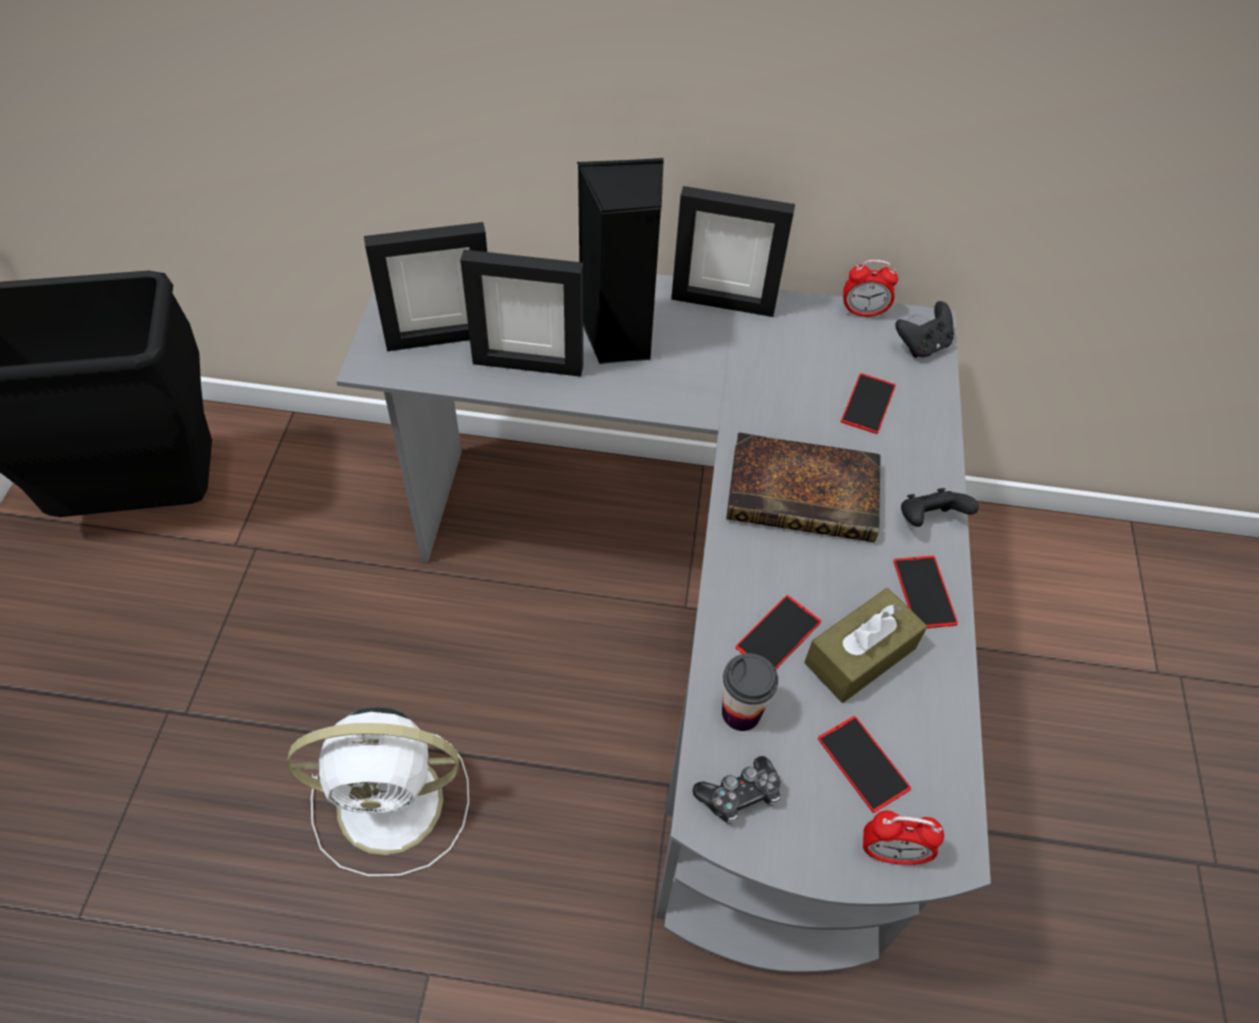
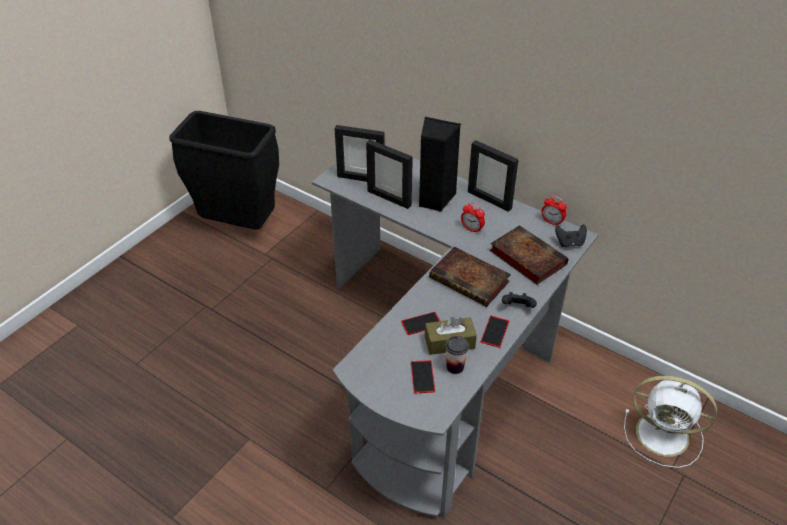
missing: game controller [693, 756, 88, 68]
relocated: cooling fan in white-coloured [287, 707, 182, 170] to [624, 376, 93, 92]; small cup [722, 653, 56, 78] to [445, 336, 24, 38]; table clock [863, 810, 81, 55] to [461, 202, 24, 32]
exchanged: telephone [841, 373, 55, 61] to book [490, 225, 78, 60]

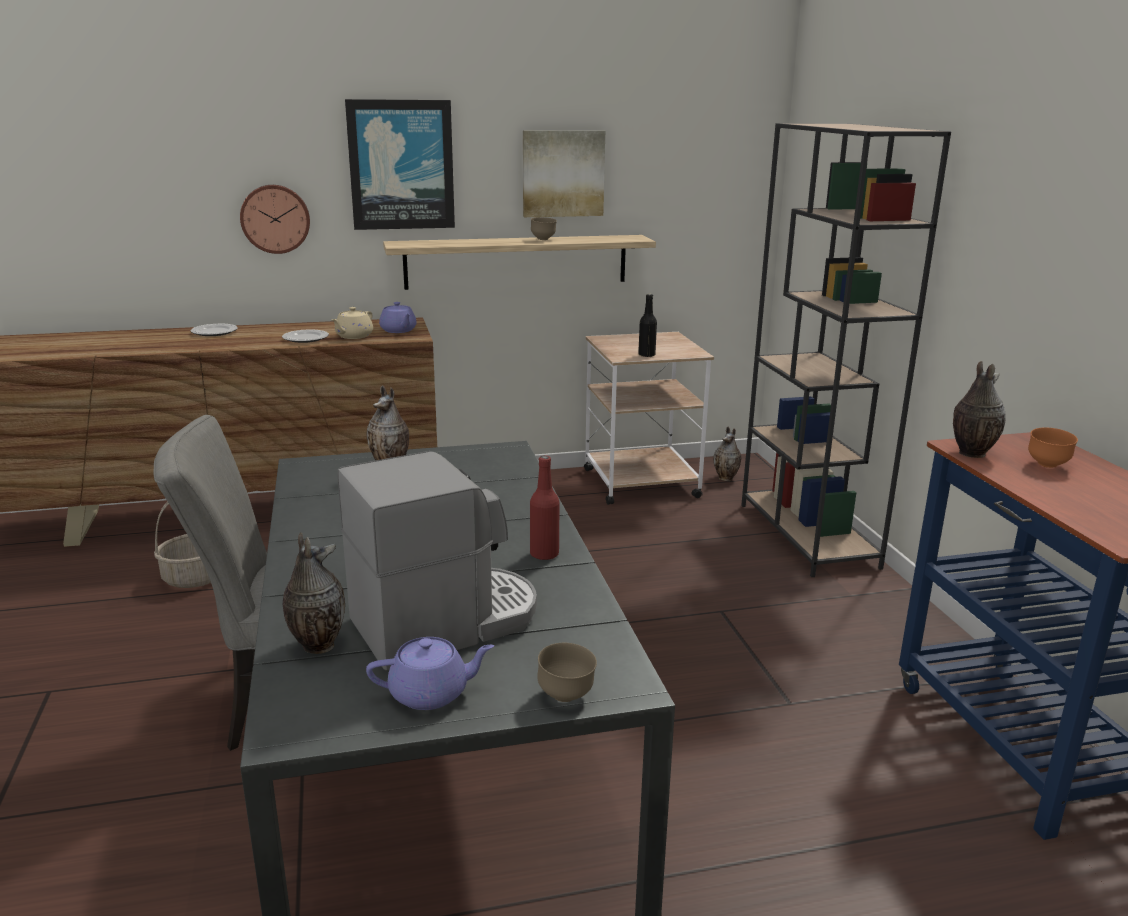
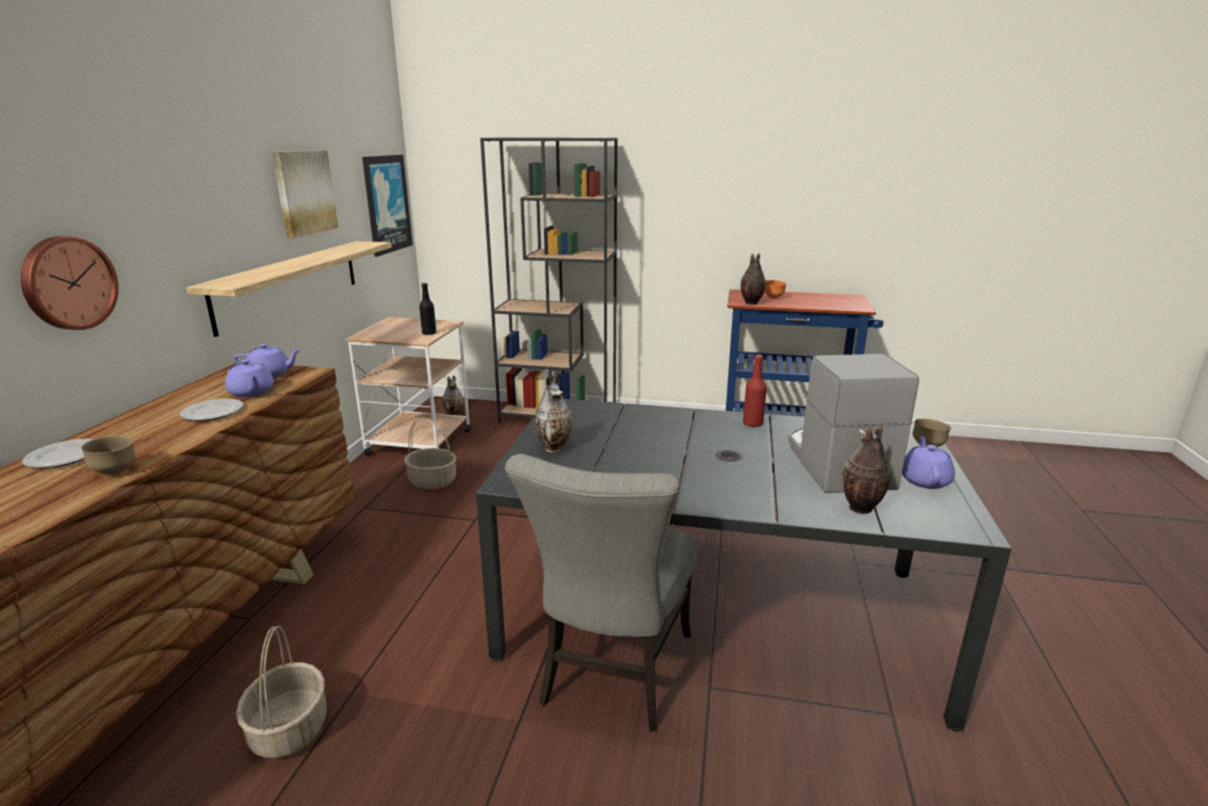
appeared: household basket [404, 418, 52, 71]
relocated: picture [345, 99, 110, 131] to [362, 155, 51, 102]; bowl in brown-coloured [531, 217, 26, 23] to [81, 436, 54, 40]
colour: teapot in beige [332, 307, 41, 32] to teapot in purple-coloured [225, 360, 49, 37]

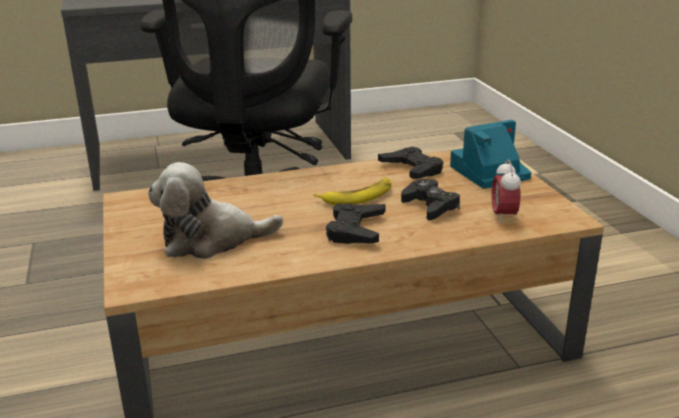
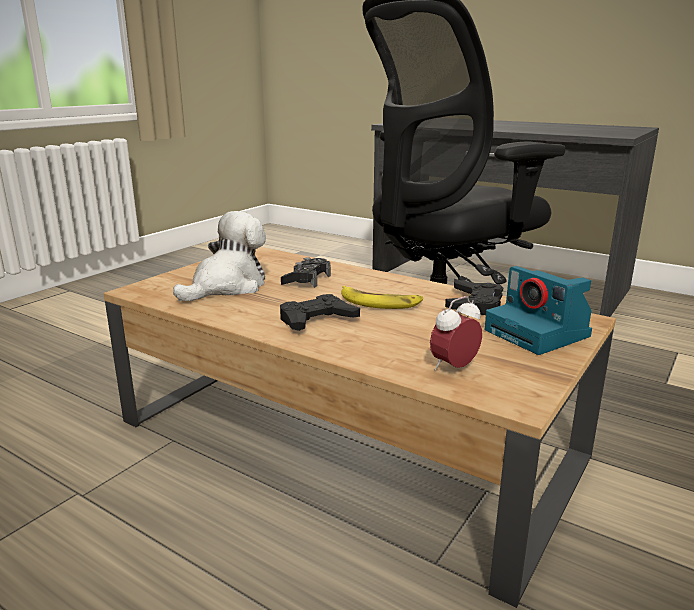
relocated: game controller in black-coloured [401, 179, 59, 41] to [281, 257, 50, 31]
spun: cuddly toy [148, 162, 135, 97] = [173, 211, 93, 90] 90 degrees clockwise; still camera [450, 120, 81, 69] = [485, 266, 107, 89] 150 degrees counterclockwise

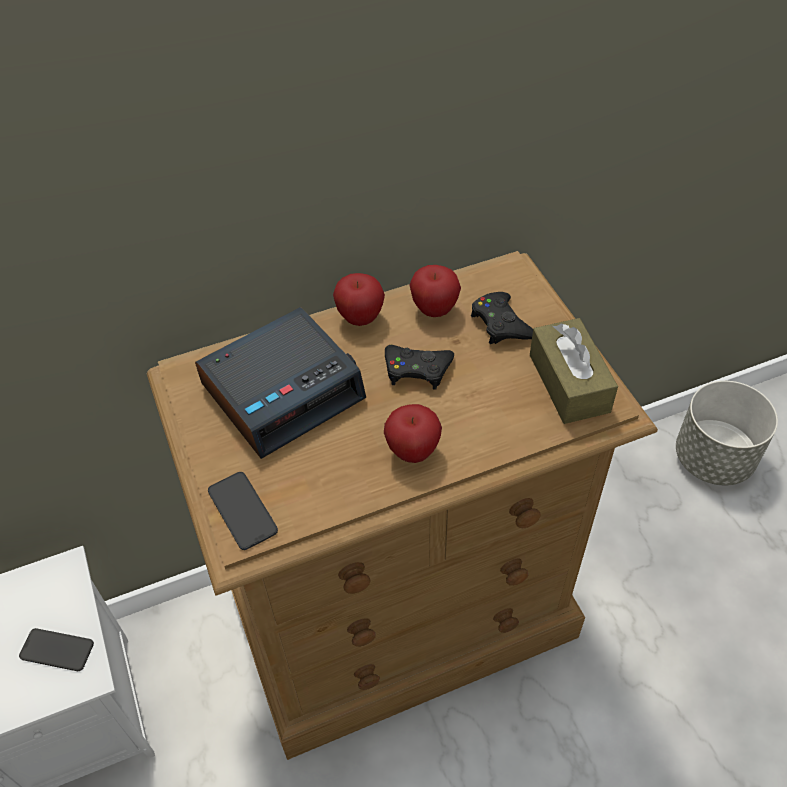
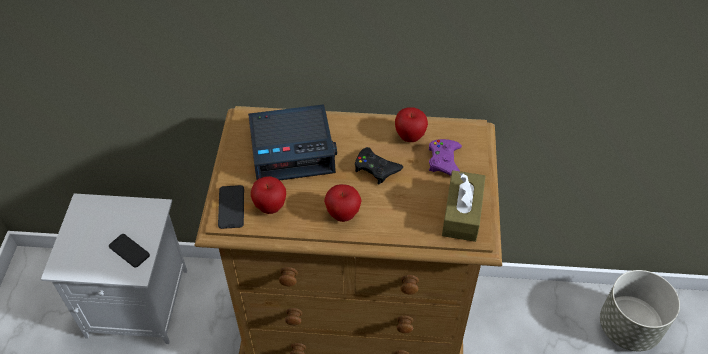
relocated: whole apple [333, 273, 52, 53] to [251, 176, 35, 38]
colour: game controller in black-coloured [471, 292, 62, 52] to game controller in purple-coloured [429, 139, 33, 37]

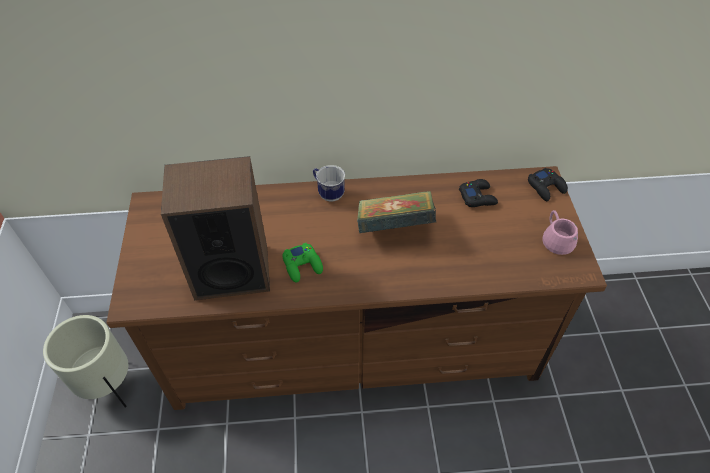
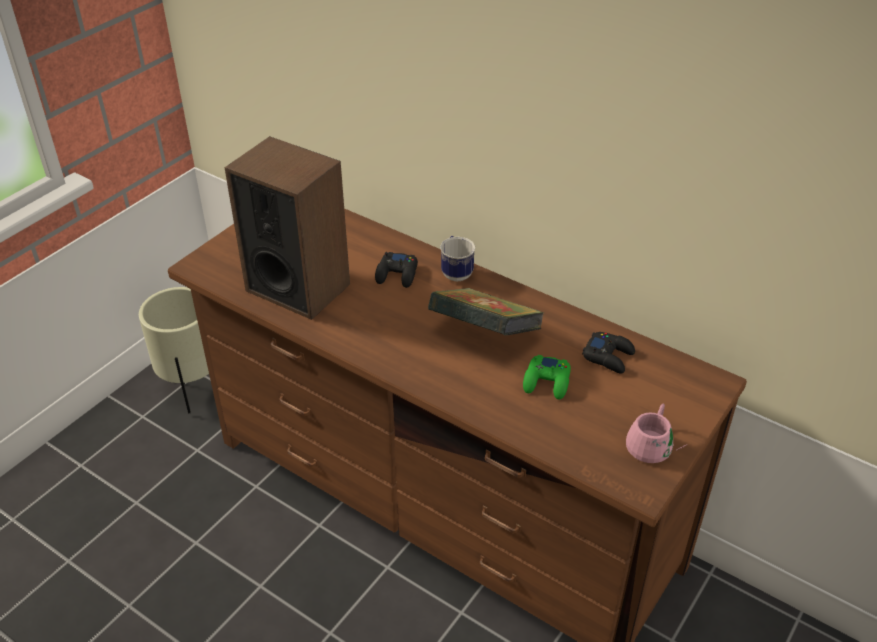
relocated: game controller in green [282, 243, 41, 40] to [523, 355, 48, 45]; game controller in black-coloured [528, 168, 40, 33] to [375, 252, 43, 36]

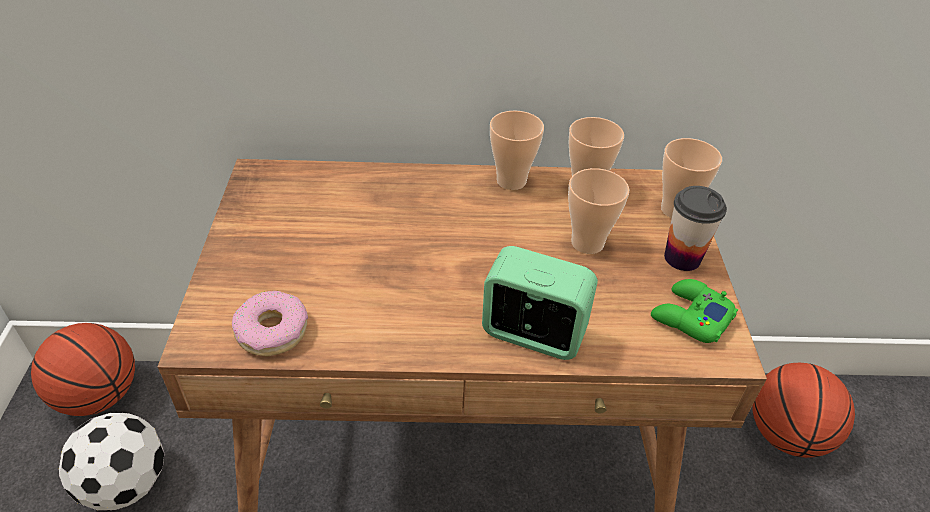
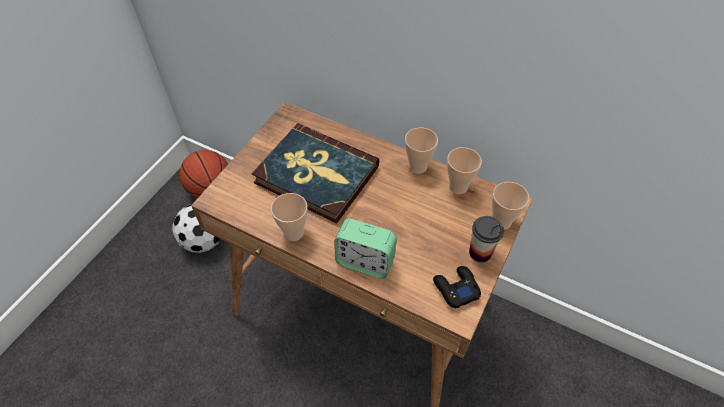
missing: doughnut [232, 291, 76, 65]; basketball ball [753, 363, 102, 95]
appeared: book [252, 123, 128, 101]
relocated: small cup [568, 168, 62, 86] to [271, 193, 36, 48]
colour: game controller in green [651, 279, 87, 64] to game controller in black-coloured [433, 266, 48, 43]
spun: table clock [482, 246, 116, 114] = [335, 218, 62, 61] 150 degrees clockwise

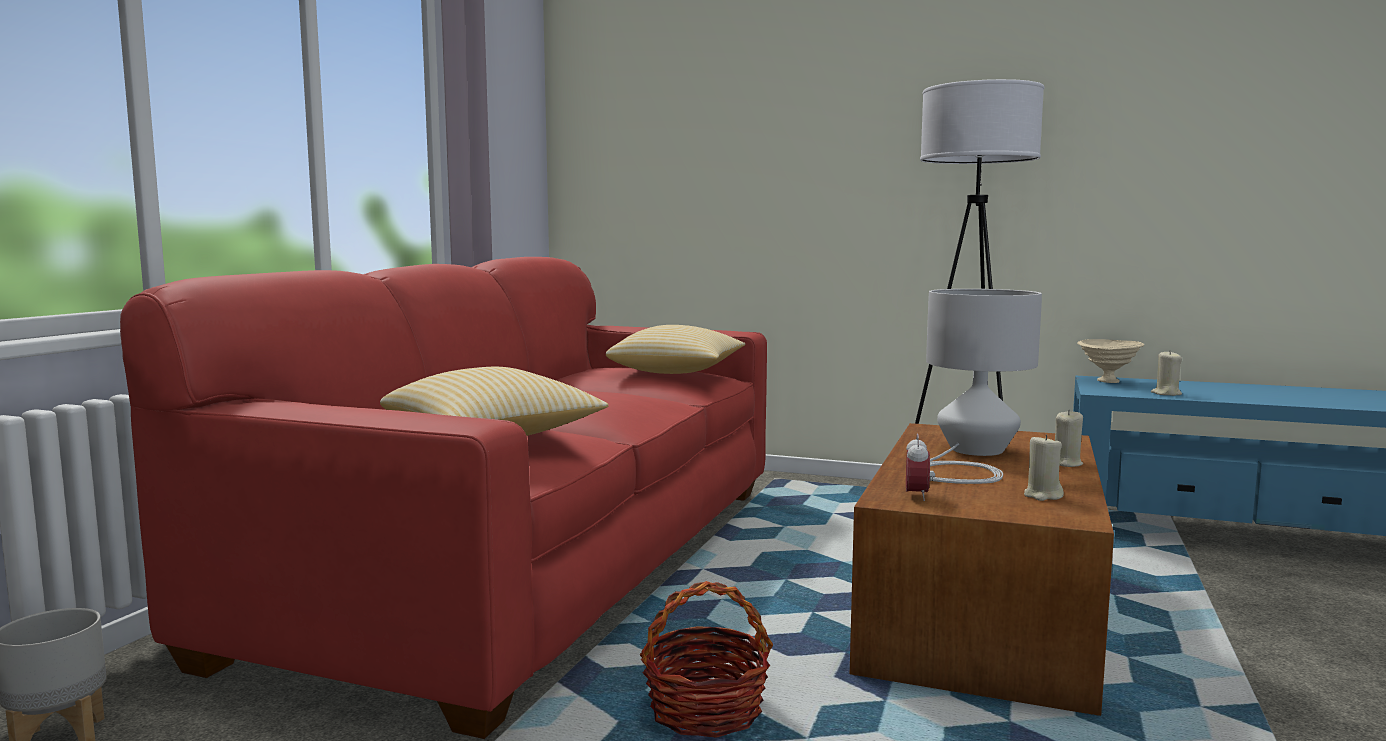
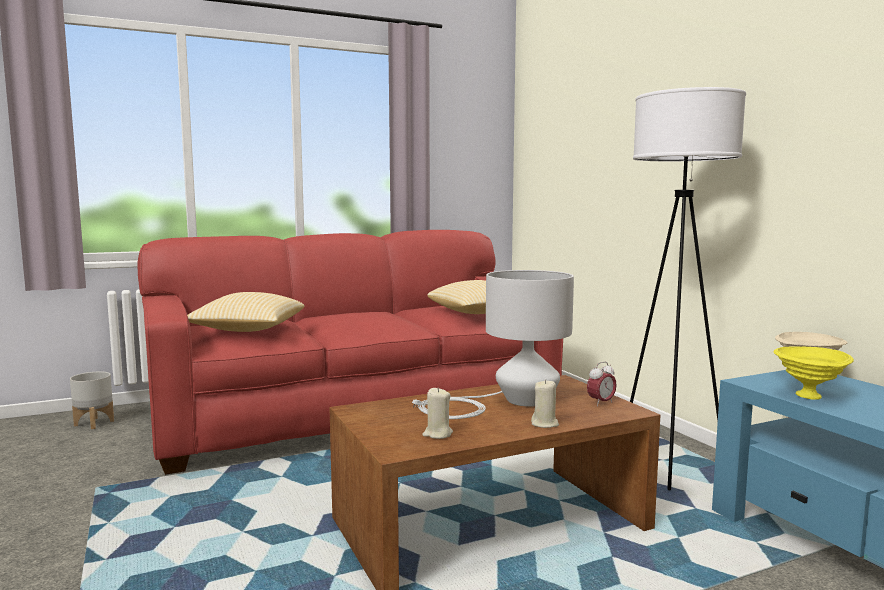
missing: household basket [640, 581, 133, 157]
relocated: table clock [906, 434, 24, 67] to [587, 362, 30, 44]
exchanged: wax candle in beige [1151, 350, 31, 46] to bowl in yellowish [773, 346, 81, 54]

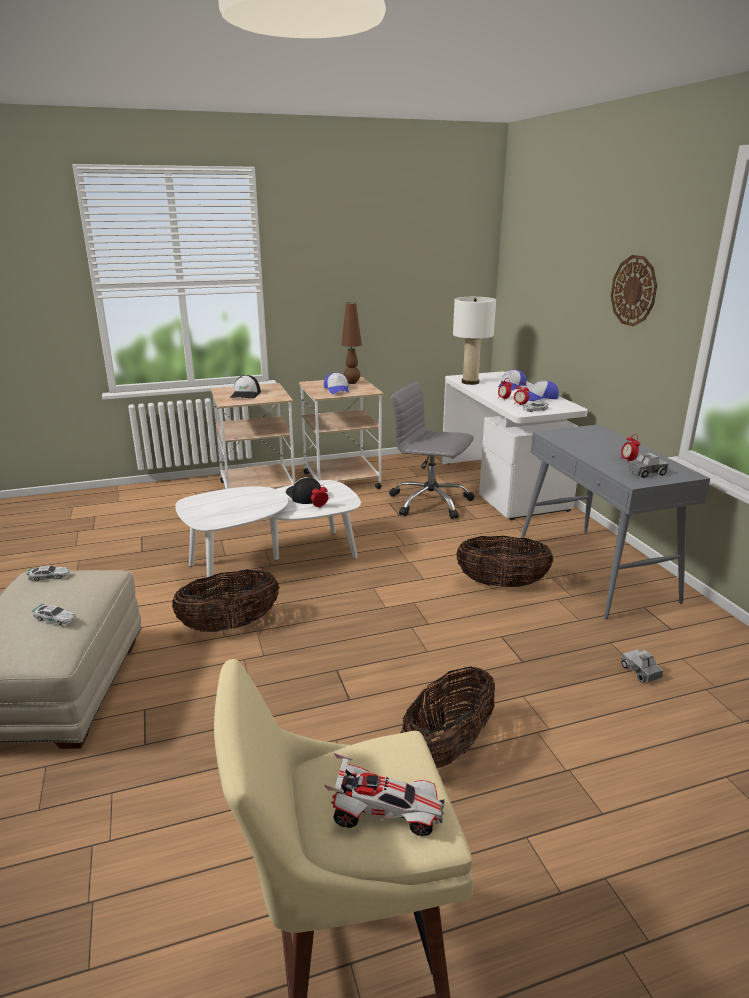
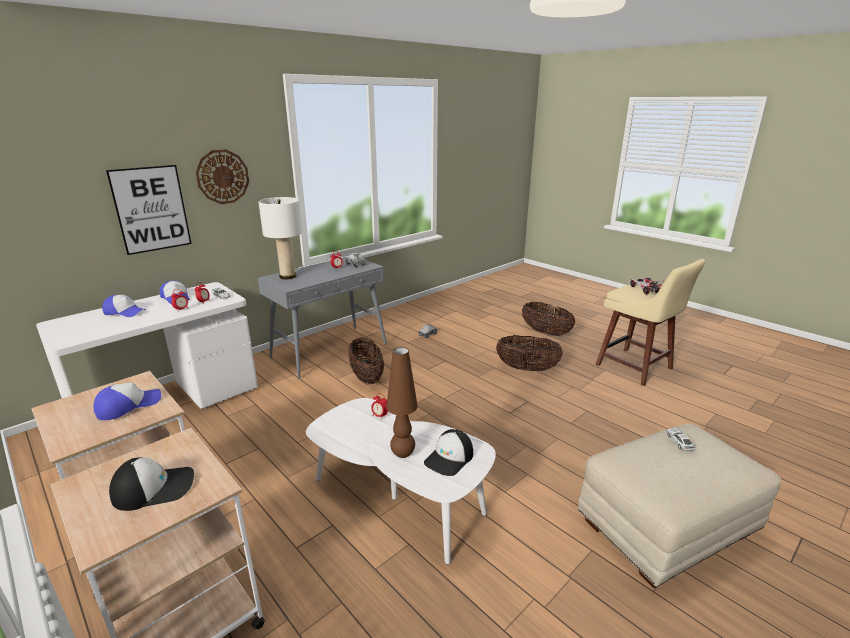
missing: toy car [27, 566, 43, 15]; computer chair in grey [389, 382, 86, 137]
appeared: picture [106, 165, 85, 90]
relocated: household basket [172, 570, 108, 62] to [522, 302, 53, 34]; cap [286, 477, 35, 27] to [424, 429, 49, 47]; table lamp in brown-coloured [341, 302, 21, 82] to [386, 347, 32, 111]; table lamp in white-coloured [453, 297, 43, 88] to [259, 197, 43, 83]

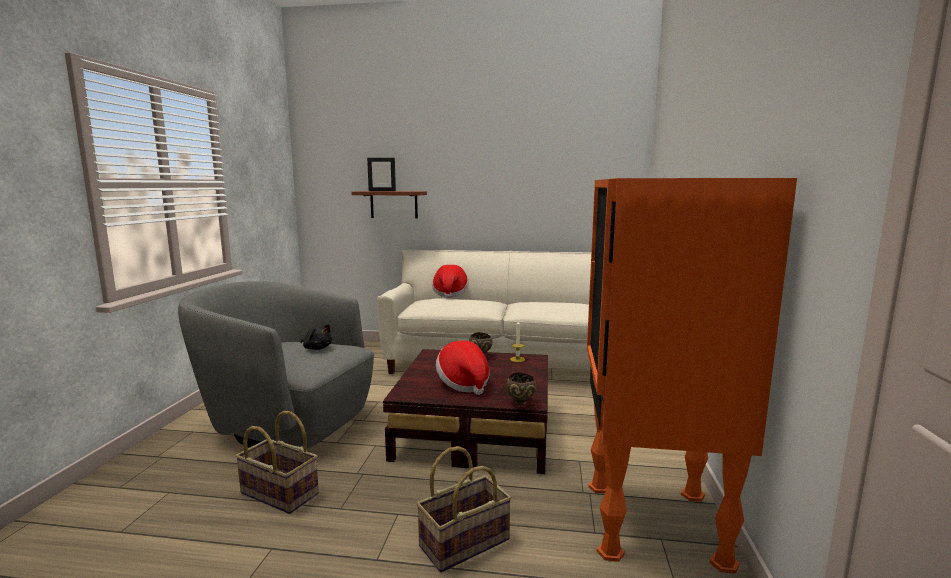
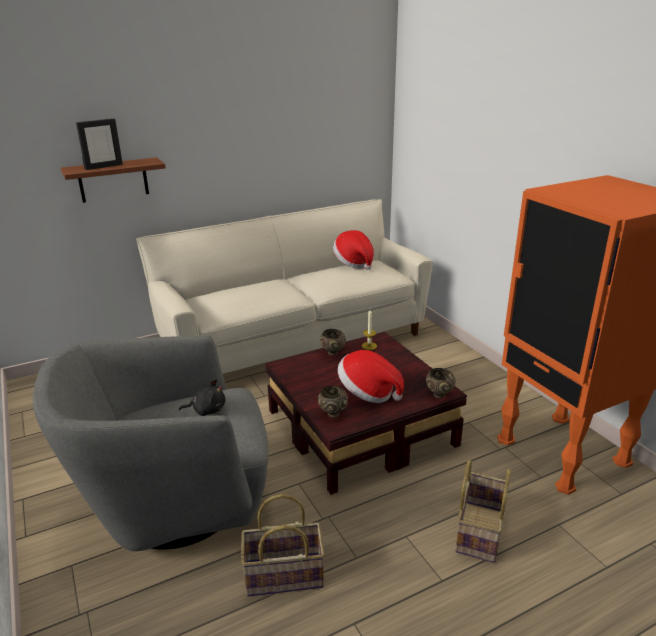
appeared: bowl in brown-coloured [318, 386, 30, 32]
relocated: hat [432, 265, 37, 33] to [333, 230, 41, 40]

